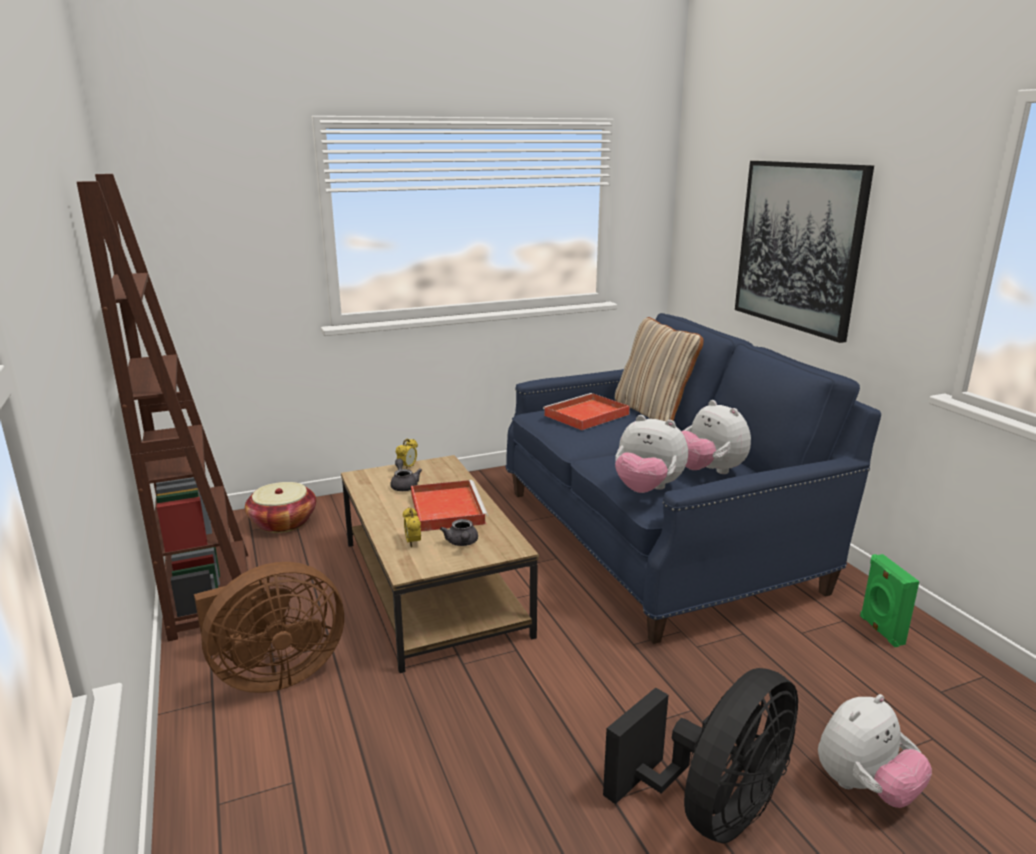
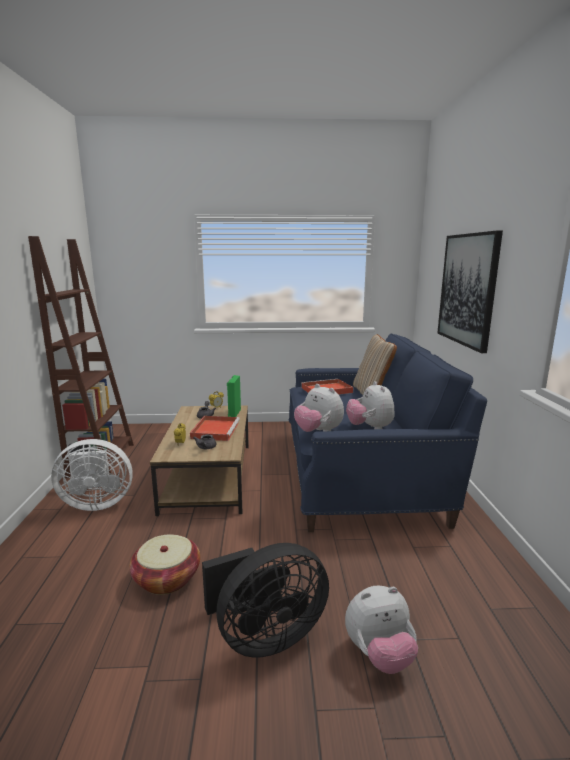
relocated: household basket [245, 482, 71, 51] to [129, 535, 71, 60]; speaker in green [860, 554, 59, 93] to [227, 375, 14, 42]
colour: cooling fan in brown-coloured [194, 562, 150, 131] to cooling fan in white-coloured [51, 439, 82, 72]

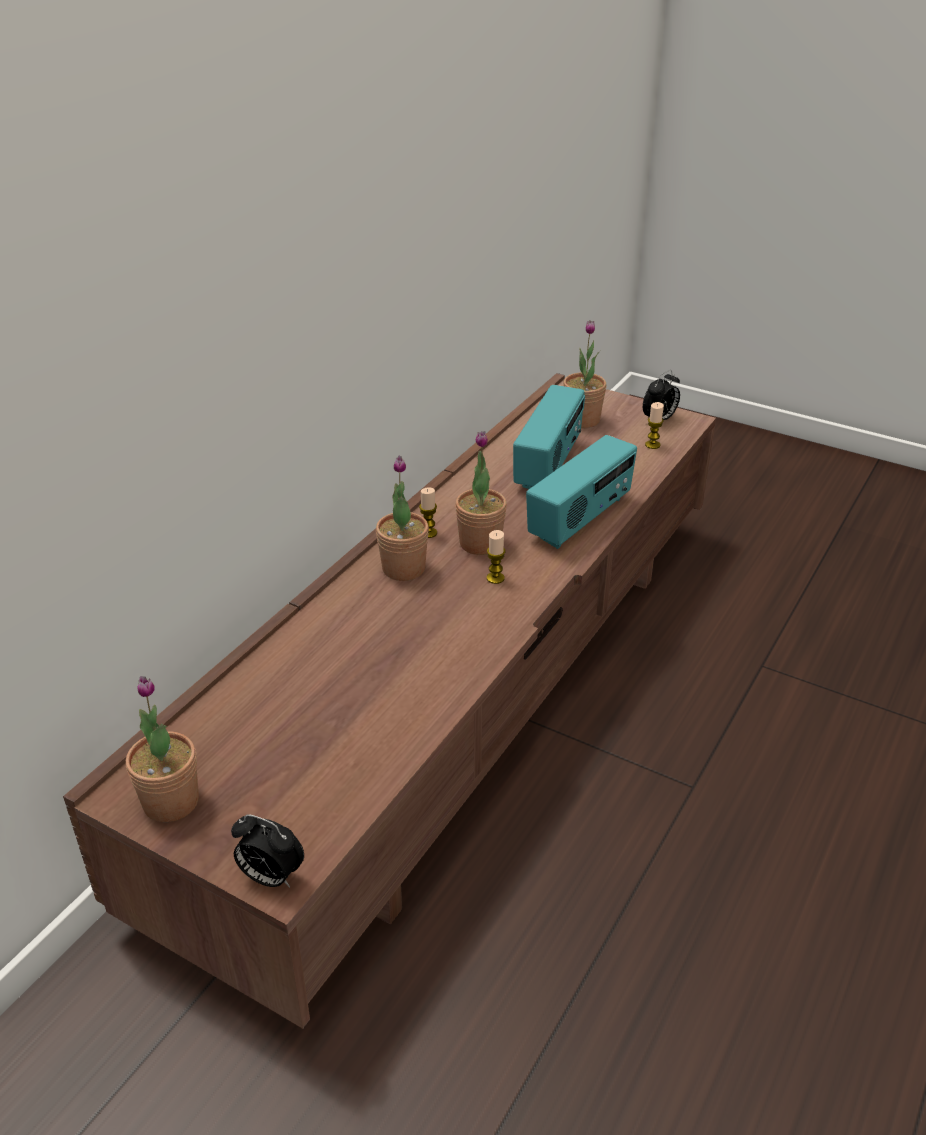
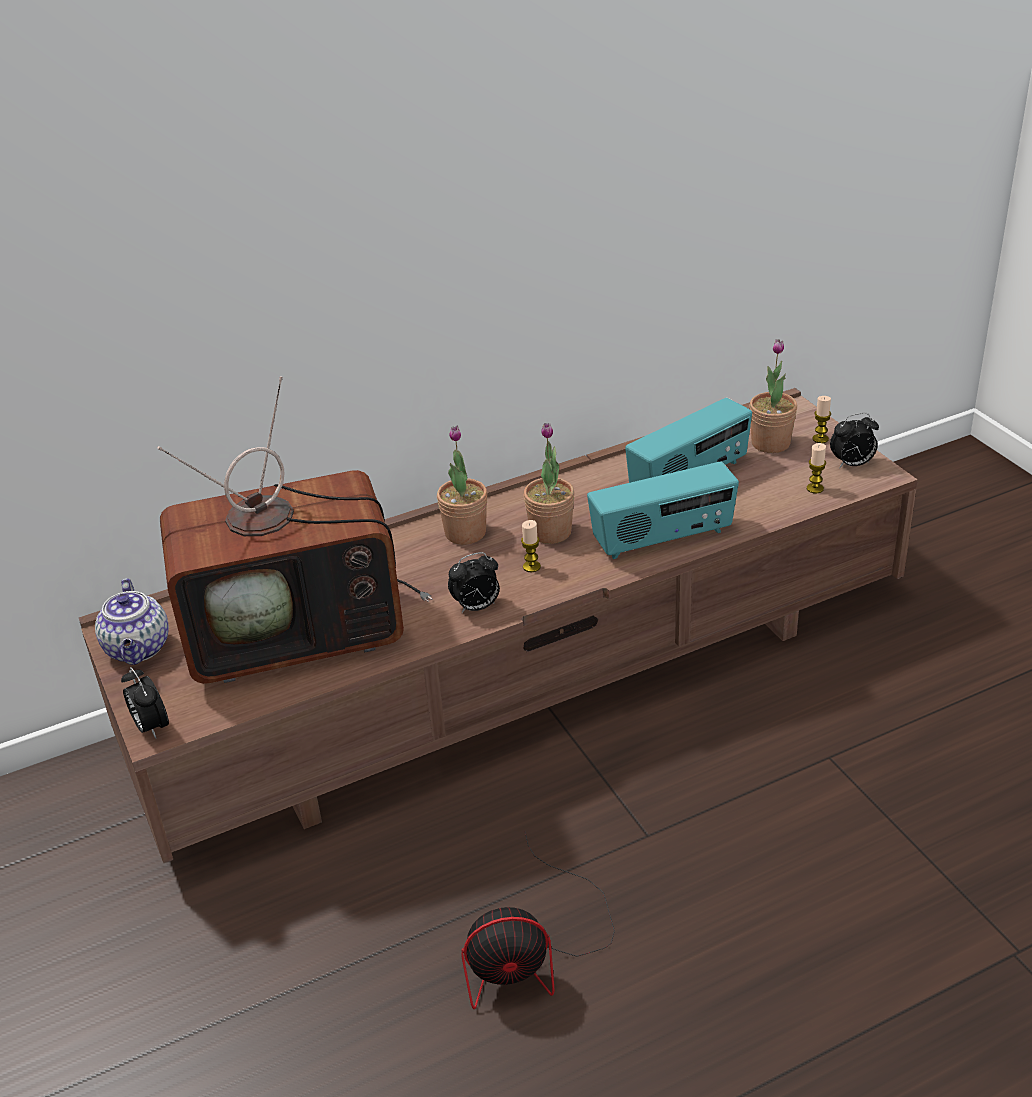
appeared: TV [157, 376, 276, 308]; table clock [448, 552, 52, 61]; cooling fan [461, 832, 154, 177]
relocated: wax candle [419, 487, 18, 51] to [812, 396, 19, 47]
exchanged: potted plant [126, 676, 73, 146] to teapot [95, 578, 74, 87]

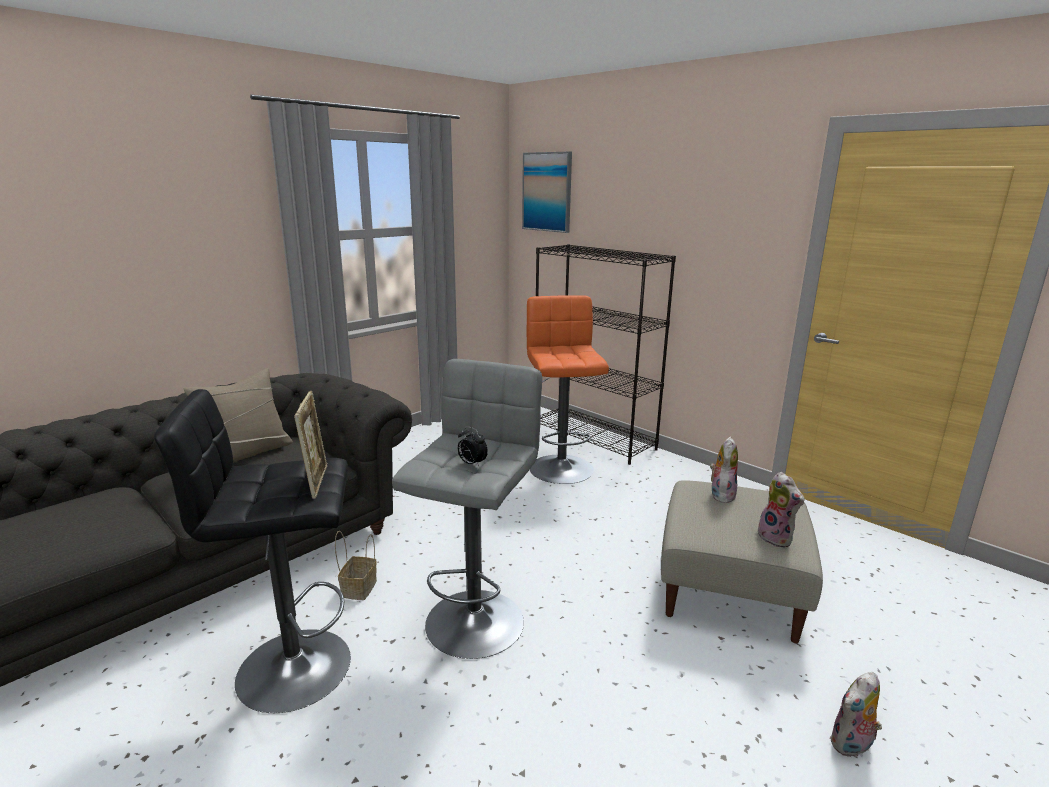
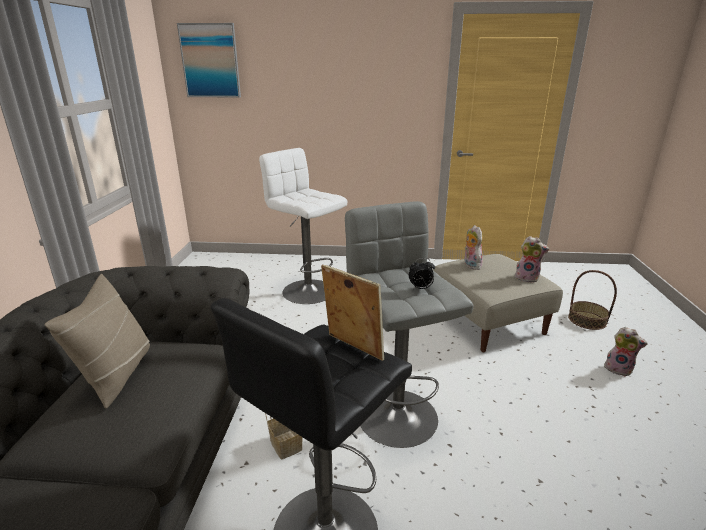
missing: shelving unit in black-coloured [536, 244, 140, 221]
appeared: household basket [568, 270, 49, 60]
colour: stool in orangey [527, 295, 82, 189] to stool in white-coloured [259, 148, 88, 156]
spun: cuddly toy [829, 672, 53, 85] = [604, 327, 44, 50] 75 degrees counterclockwise

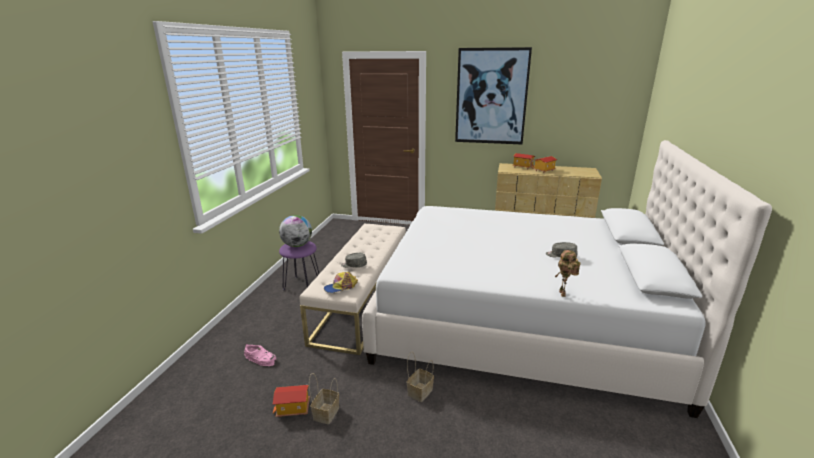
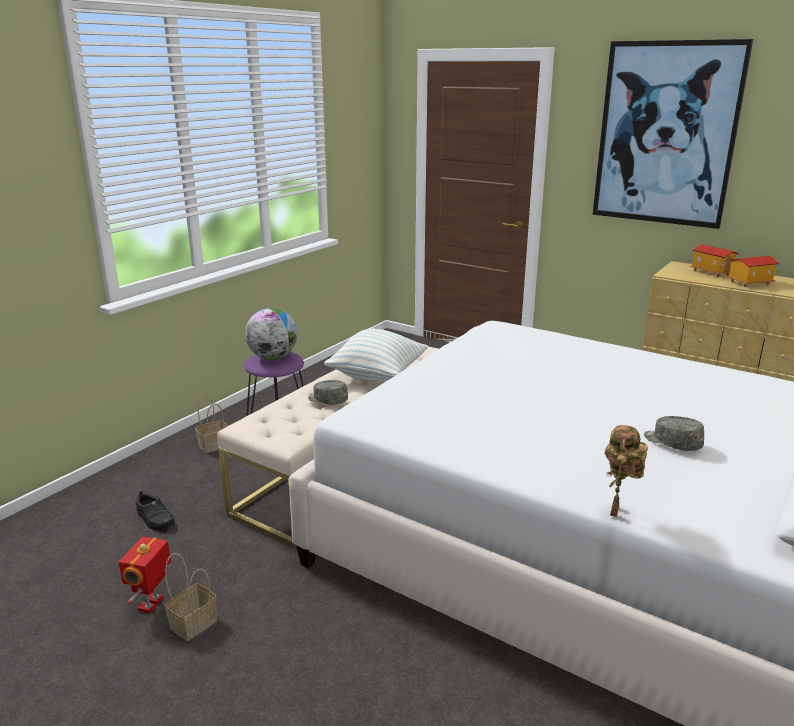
missing: cap [324, 272, 34, 21]
appeared: cushion [324, 329, 104, 52]
relocated: household basket [407, 352, 27, 50] to [195, 394, 32, 59]
exchanged: model house [273, 385, 37, 32] to robot figure [119, 536, 52, 77]
colour: shoe in pinkish [244, 343, 33, 23] to shoe in black-coloured [136, 491, 39, 42]

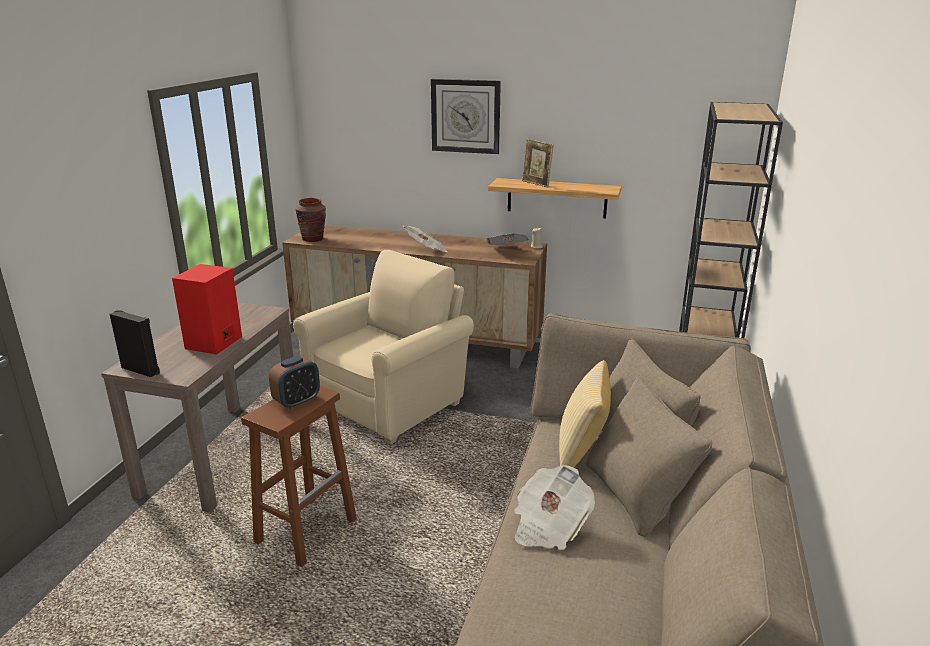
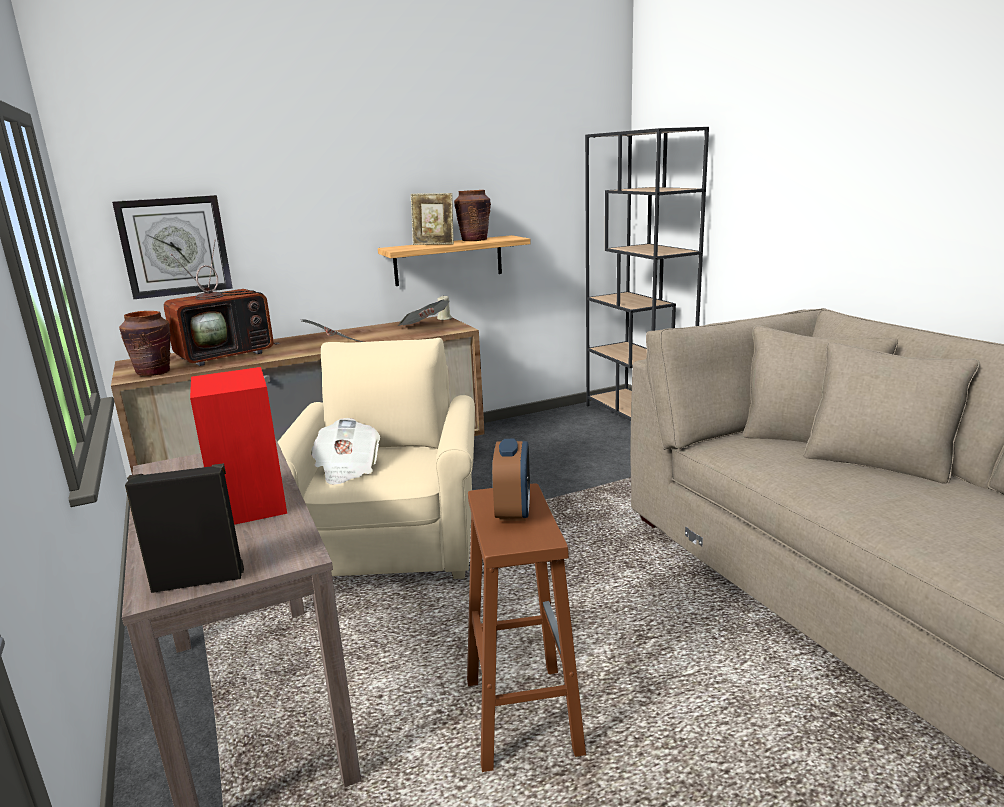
missing: cushion [559, 360, 52, 107]
appeared: TV [164, 240, 116, 126]; vase in brown-coloured [454, 190, 37, 51]
relocated: wall clock [431, 79, 70, 75] to [112, 195, 121, 104]; newspaper [514, 465, 81, 85] to [311, 418, 69, 67]

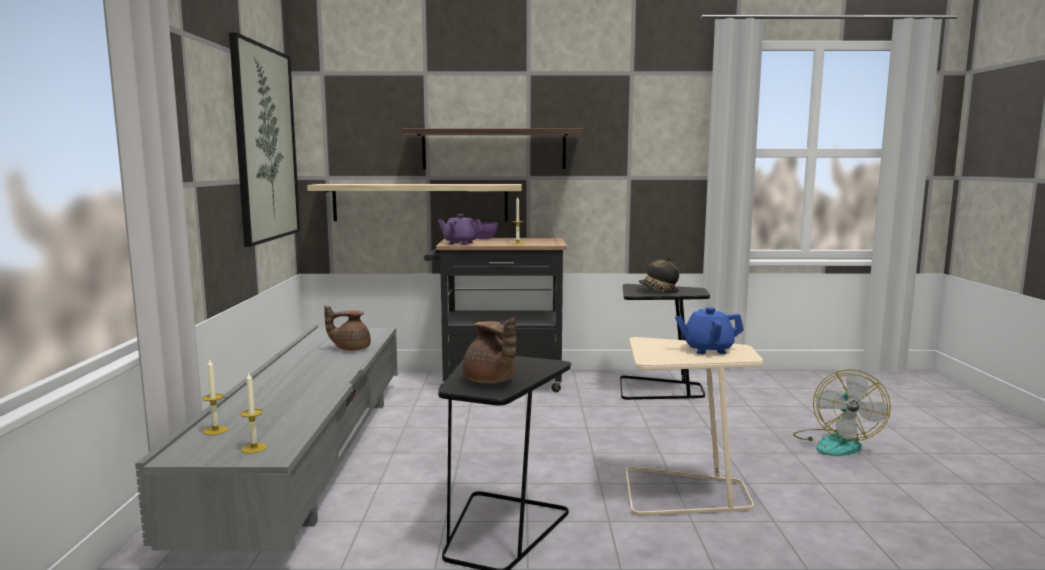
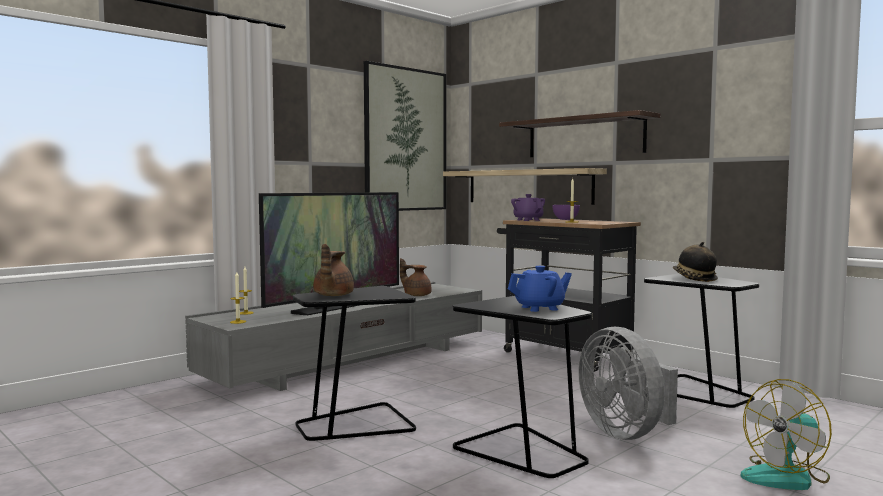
appeared: TV [259, 192, 140, 123]; cooling fan in grey [578, 327, 100, 113]
colour: end table in beige [626, 337, 137, 179] to end table in black-coloured [453, 296, 139, 182]
spun: teapot in blue-coloured [675, 307, 69, 47] = [508, 266, 64, 46] 120 degrees clockwise

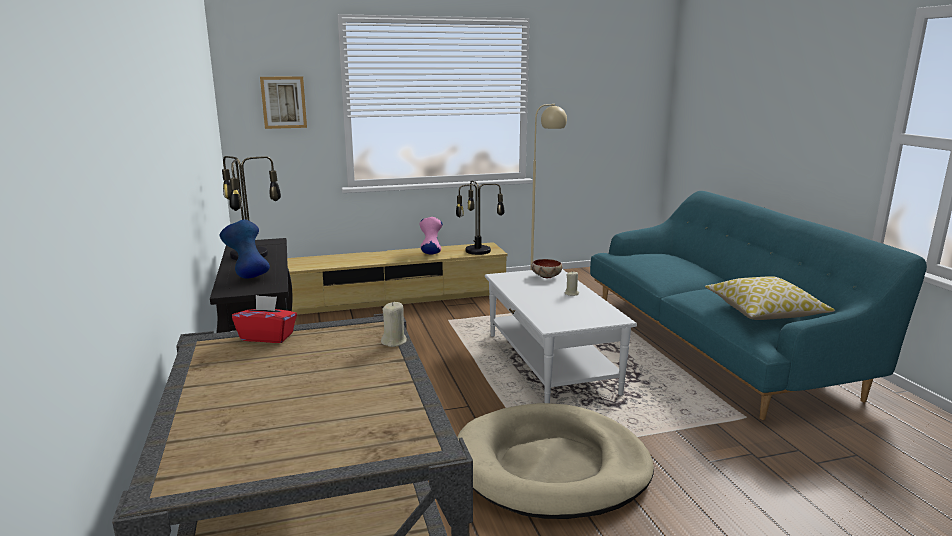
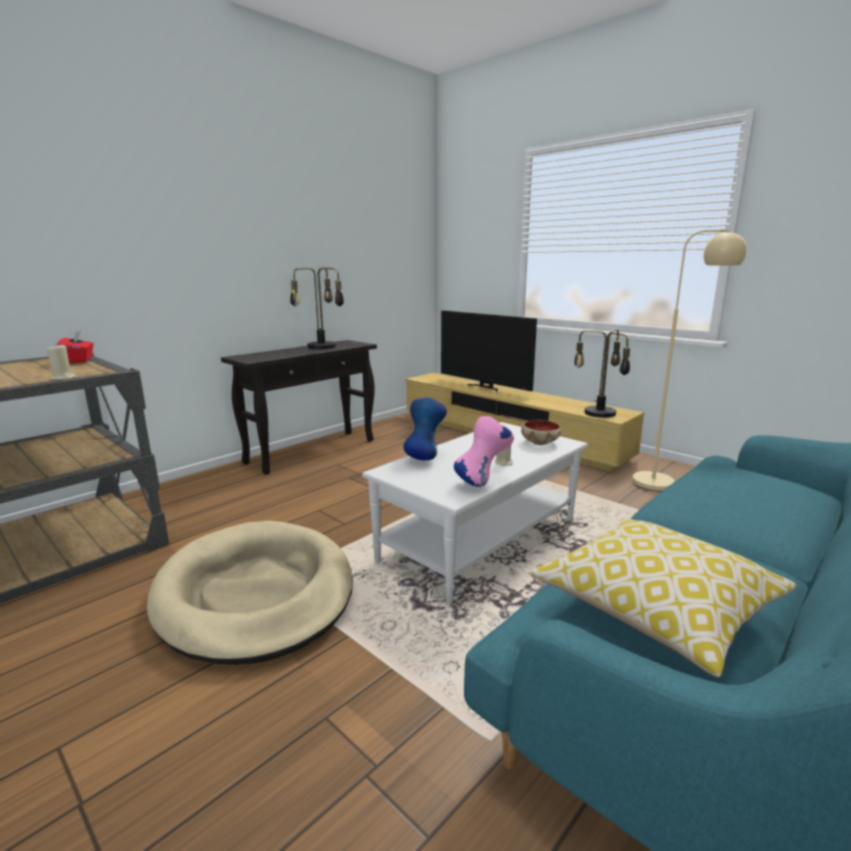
missing: picture [260, 76, 47, 53]
appeared: TV [441, 310, 96, 81]
relocated: vase in blue-coloured [220, 219, 50, 60] to [403, 397, 44, 63]; vase in pinkish [419, 217, 24, 37] to [454, 416, 60, 71]

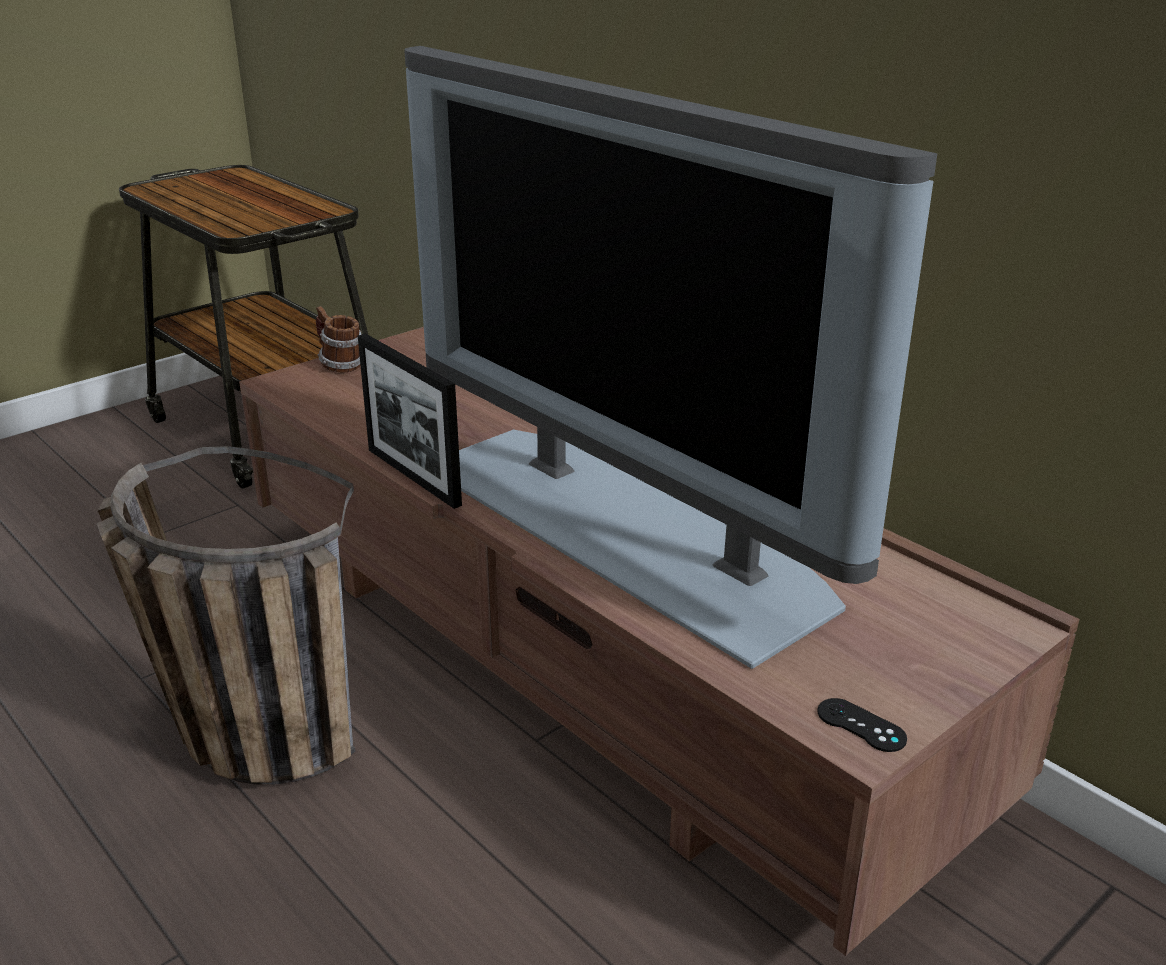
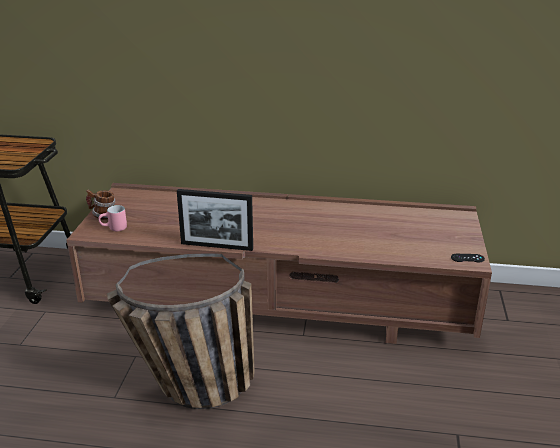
missing: TV [404, 46, 534, 623]
appeared: mug in pinkish [98, 205, 29, 26]

